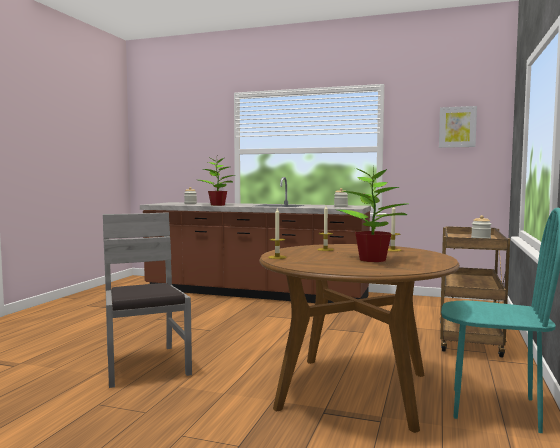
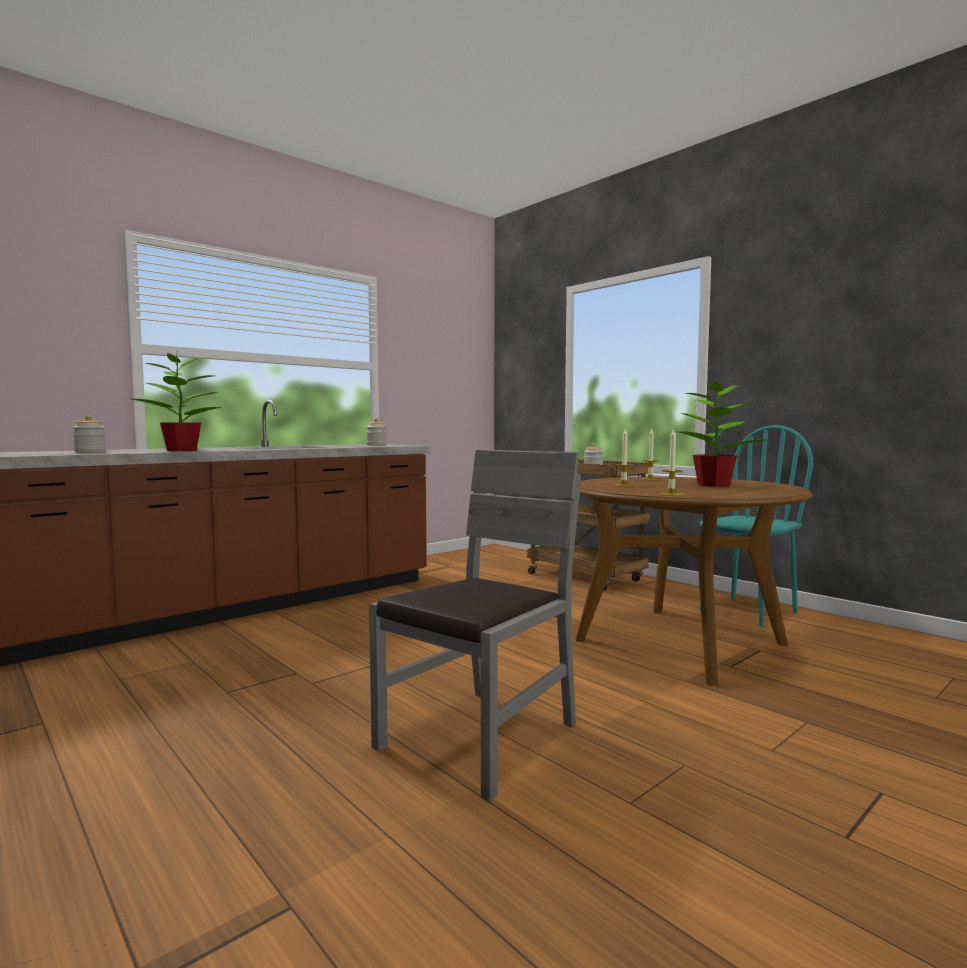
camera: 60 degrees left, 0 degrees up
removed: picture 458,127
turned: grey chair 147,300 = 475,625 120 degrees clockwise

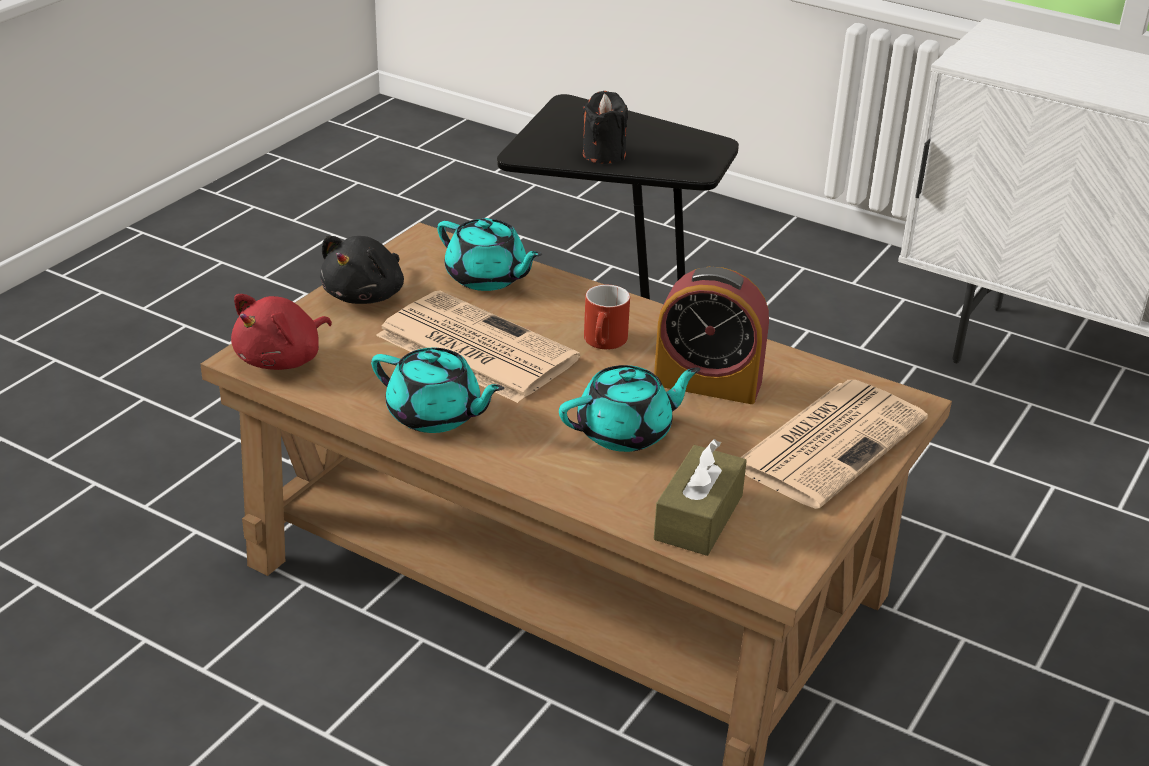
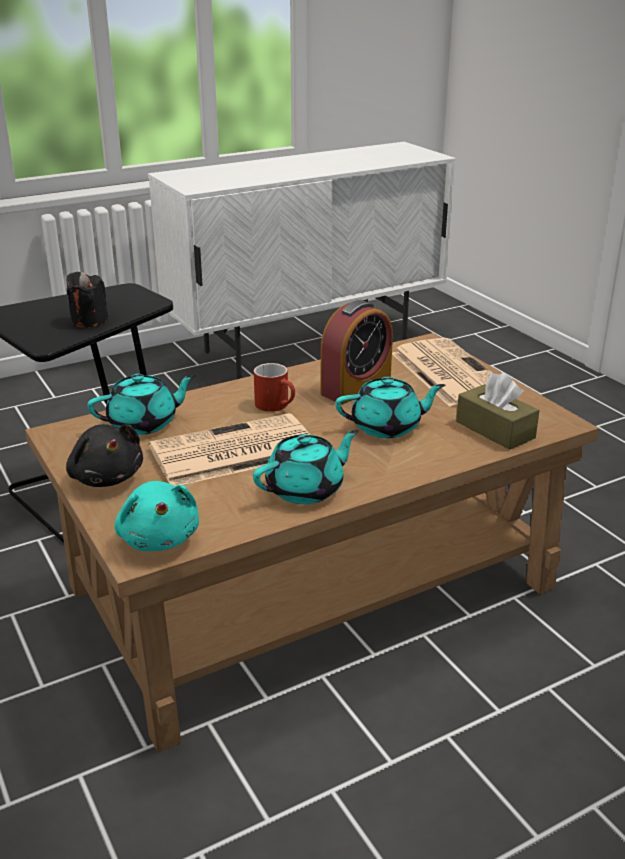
camera: 60 degrees left, 5 degrees down
recoloured: red plush toy 281,332 to turquoise plush toy 156,516
turned: turquoise teapot 629,408 = 390,407 75 degrees clockwise

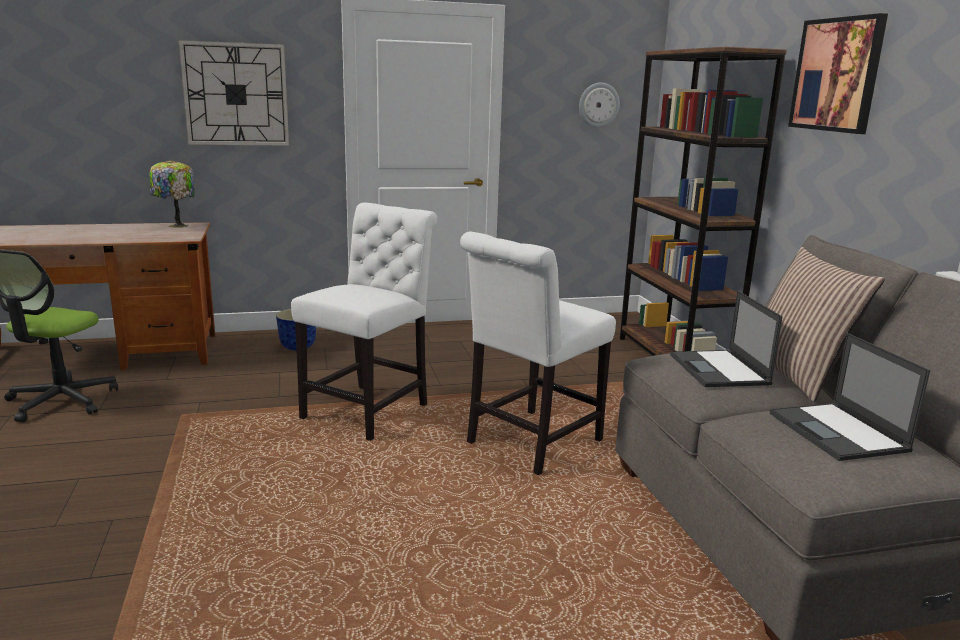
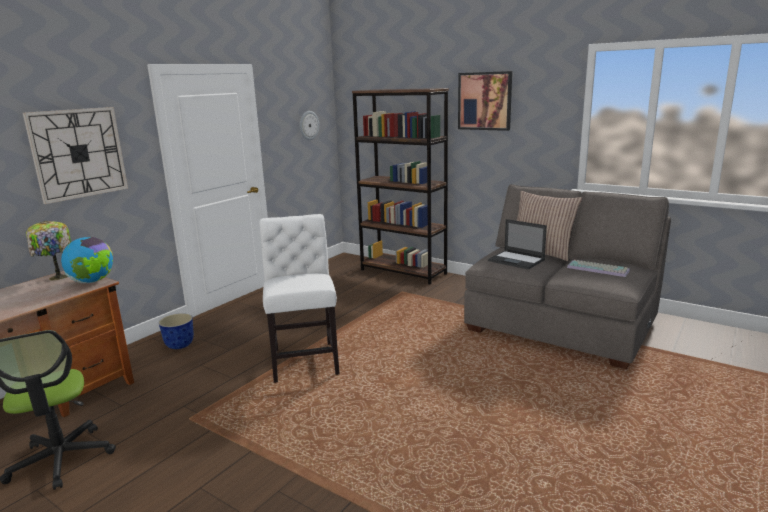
camera: 40 degrees left, 0 degrees up
removed: white chair 538,353
added: globe 87,260
replaced: laptop 850,397 to keyboard 598,268

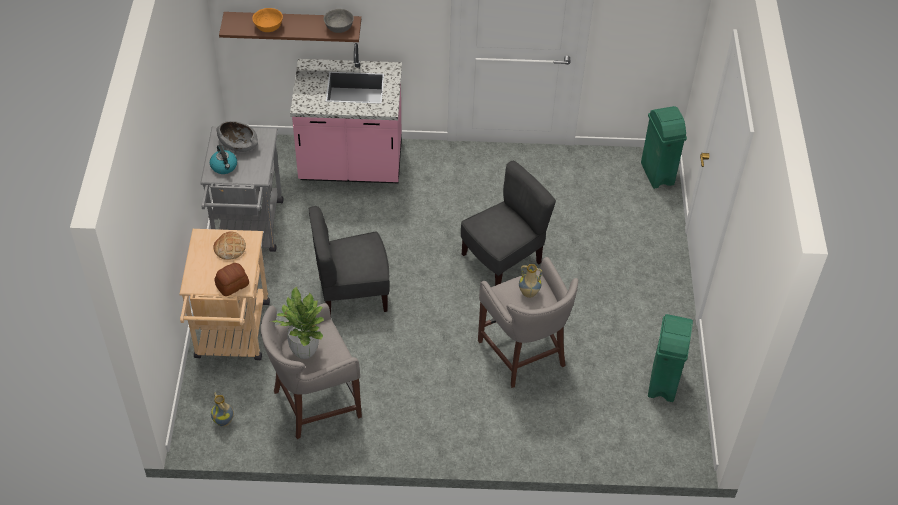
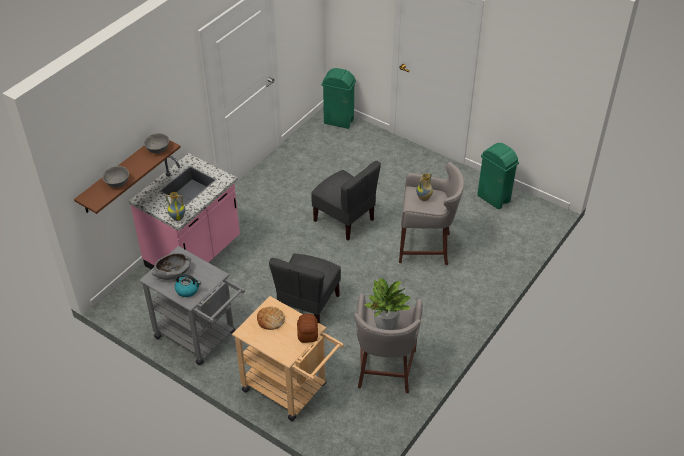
camera: 55 degrees left, 5 degrees down
moved: vase 222,410 to 176,206
recoloured: orange bowl 267,20 to grey bowl 115,177
turned: grey chair 508,223 = 346,200 135 degrees clockwise

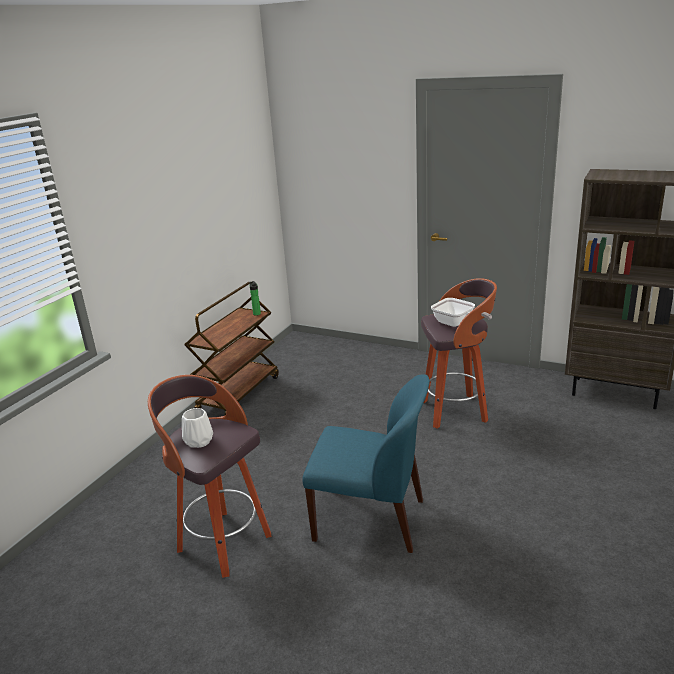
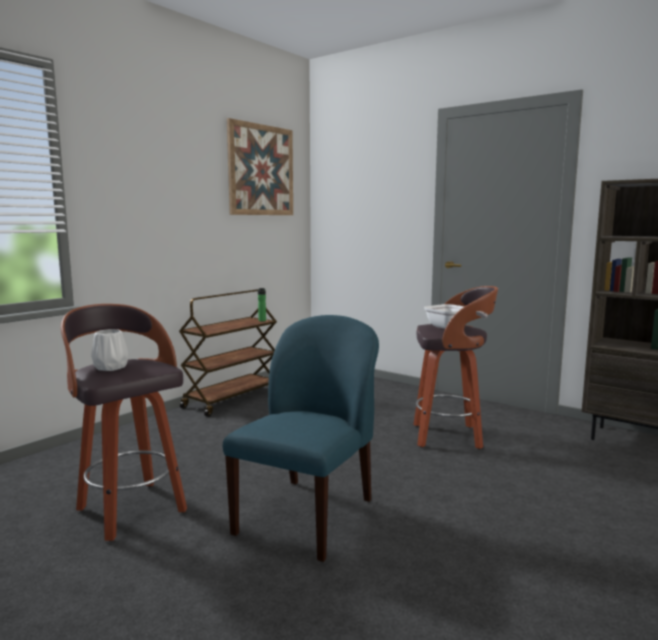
camera: 10 degrees right, 15 degrees down
added: picture 260,166
turned: blue chair 366,463 = 300,438 90 degrees counterclockwise

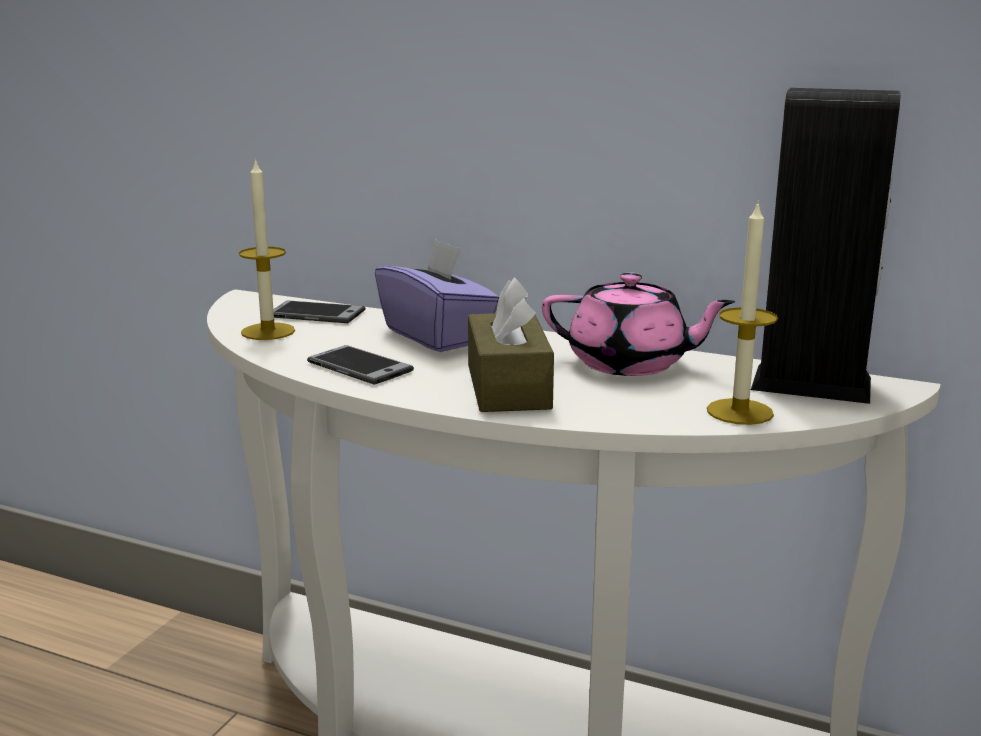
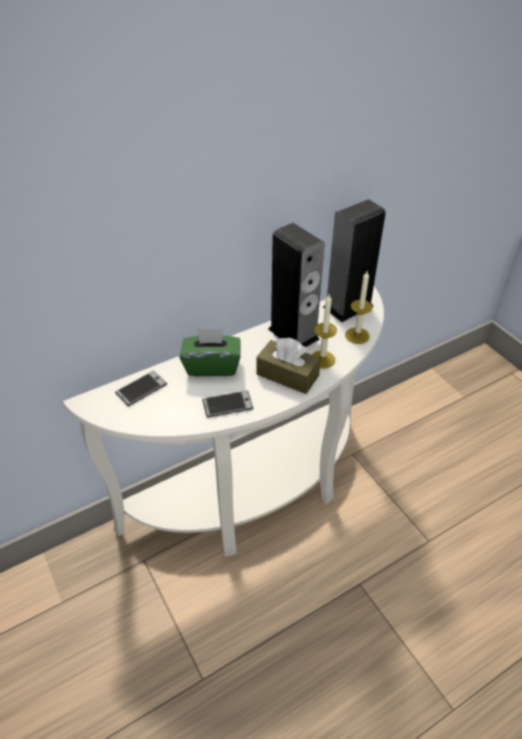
camera: 55 degrees left, 25 degrees up
moved: candle 267,249 to 324,331
replaced: pink teapot 639,324 to speaker 296,285
recoloured: purple tissue box 437,295 to green tissue box 209,352

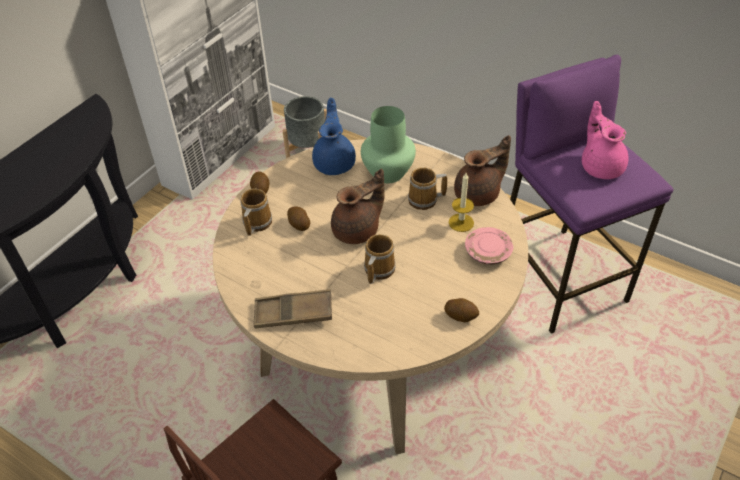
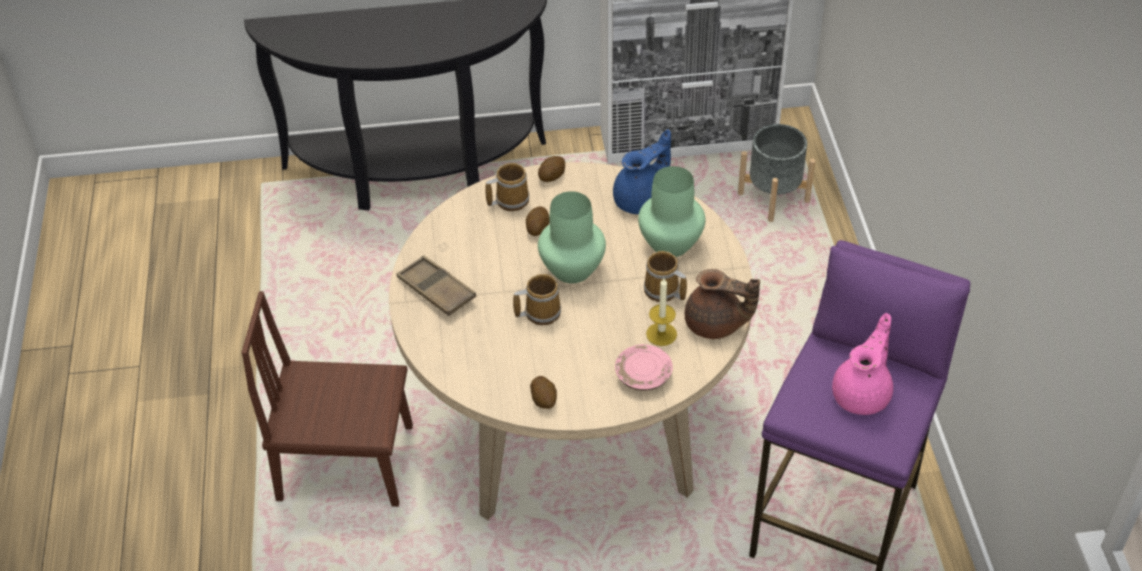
camera: 50 degrees right, 0 degrees up
replaced: brown teapot 358,206 to green vase 572,237

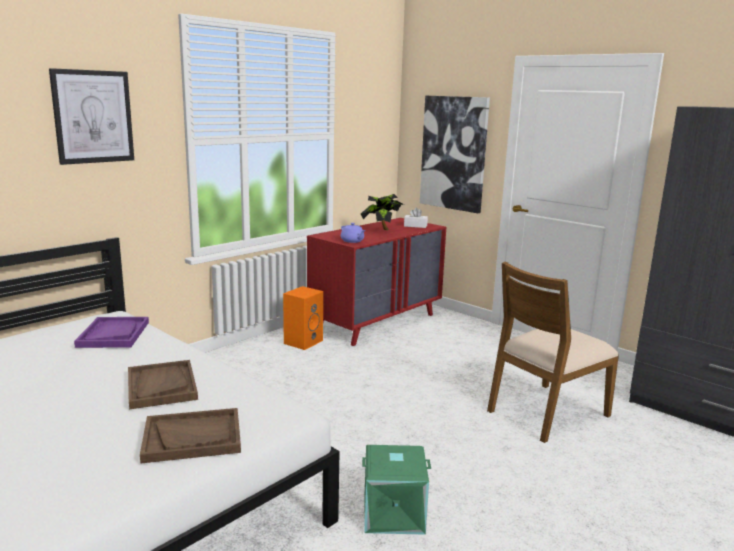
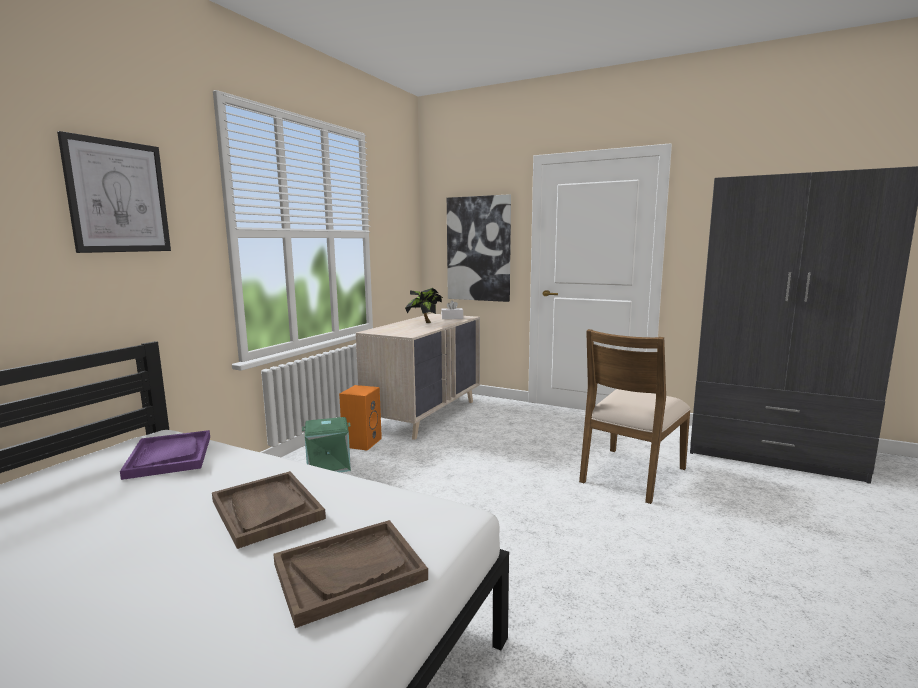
camera: 15 degrees left, 5 degrees down
removed: purple teapot 353,233
moved: green storage box 396,490 to 326,444
recoloured: red dresser 377,282 to beige dresser 418,377

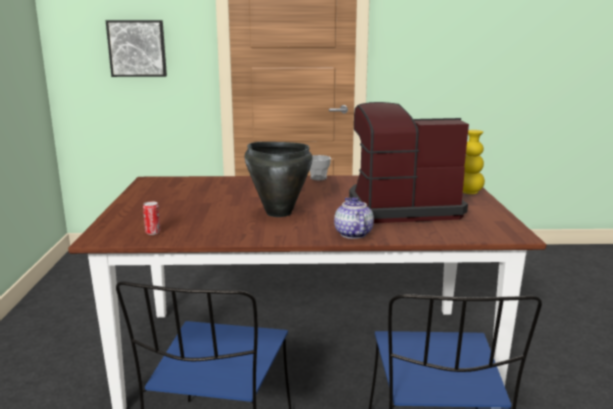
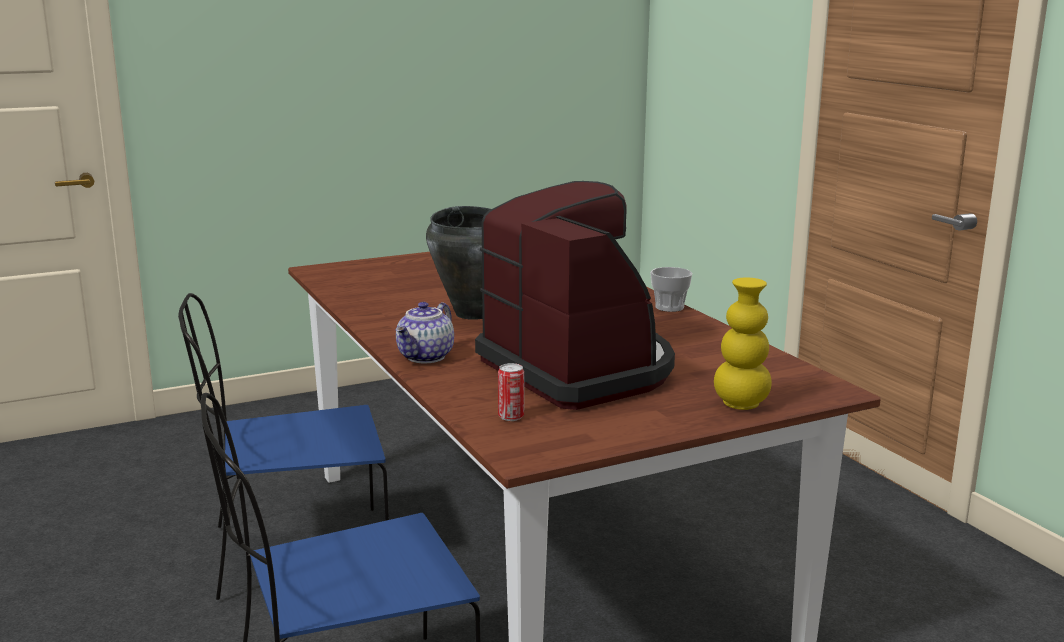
camera: 65 degrees right, 0 degrees up
removed: picture 136,48
moved: can 152,218 to 511,392
turned: teapot 354,218 = 425,332 150 degrees clockwise

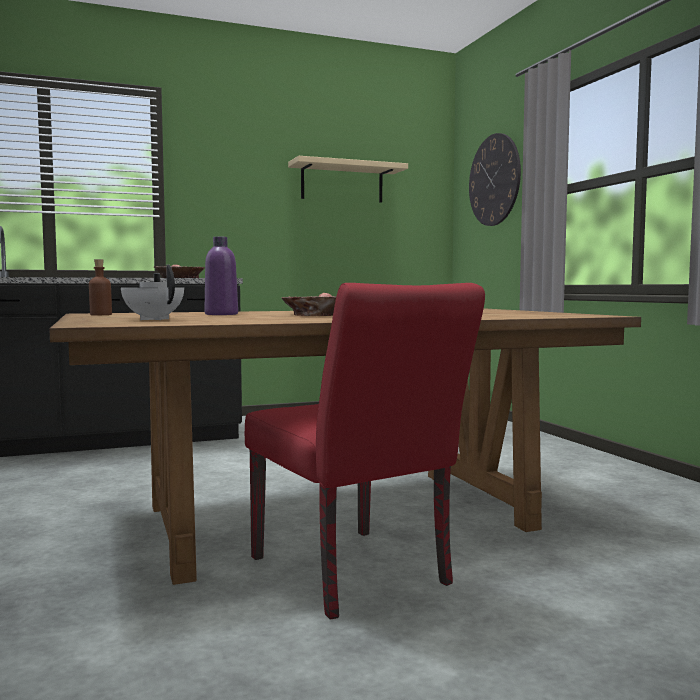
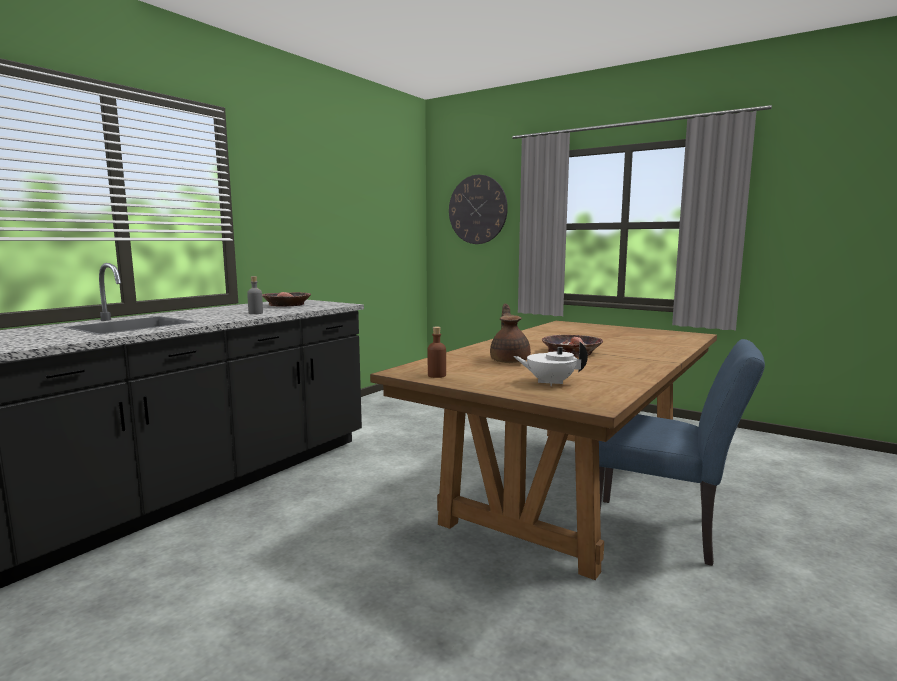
camera: 35 degrees left, 5 degrees up
removed: beige shelf 348,179
added: grey bottle 255,295
replaced: purple bottle 221,276 to brown teapot 510,333
recoloured: red chair 365,451 to blue chair 682,452

